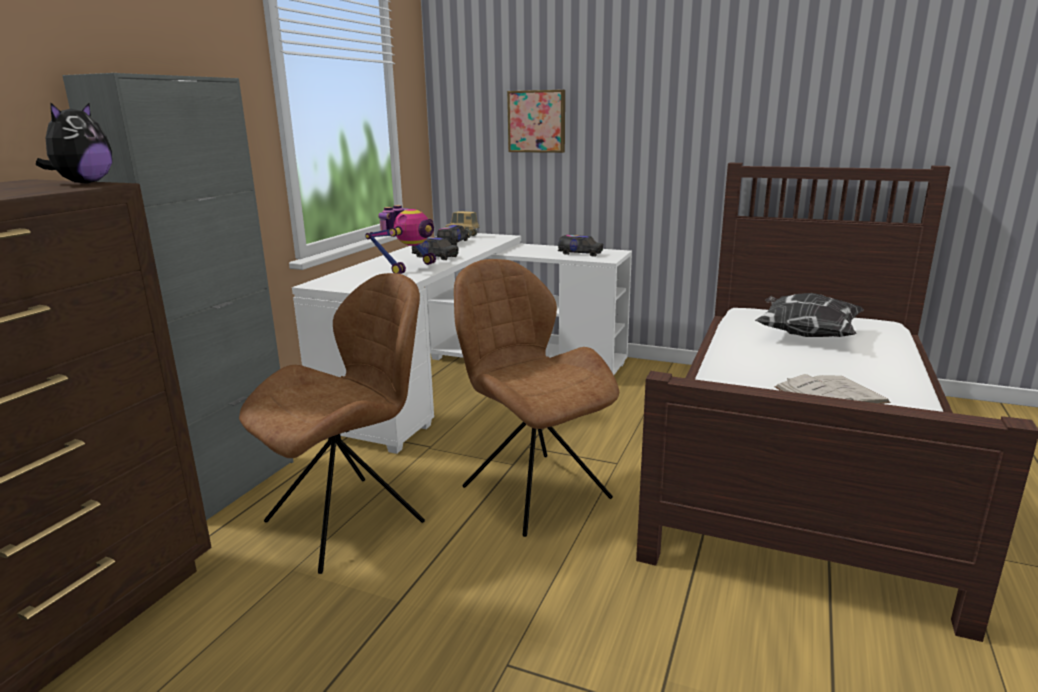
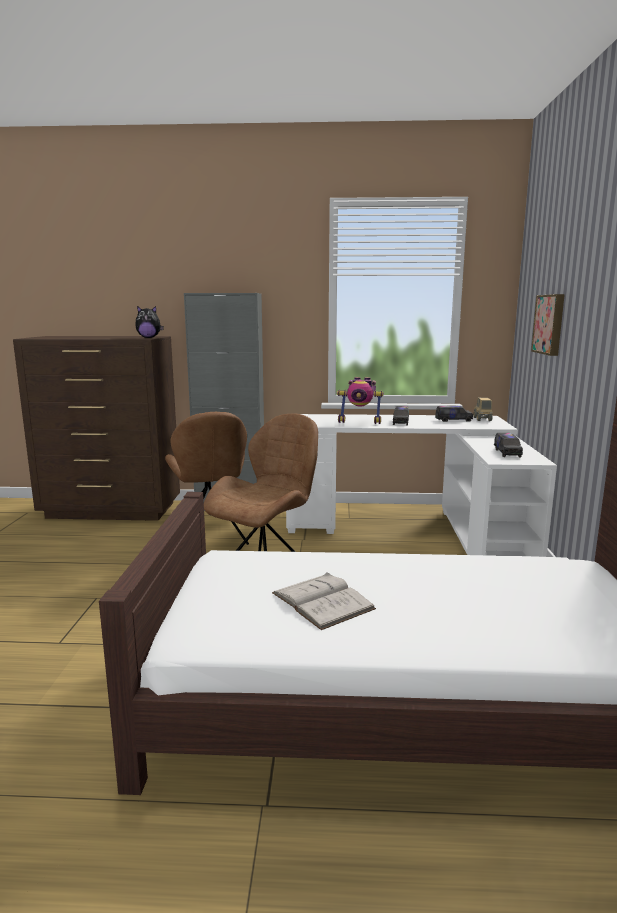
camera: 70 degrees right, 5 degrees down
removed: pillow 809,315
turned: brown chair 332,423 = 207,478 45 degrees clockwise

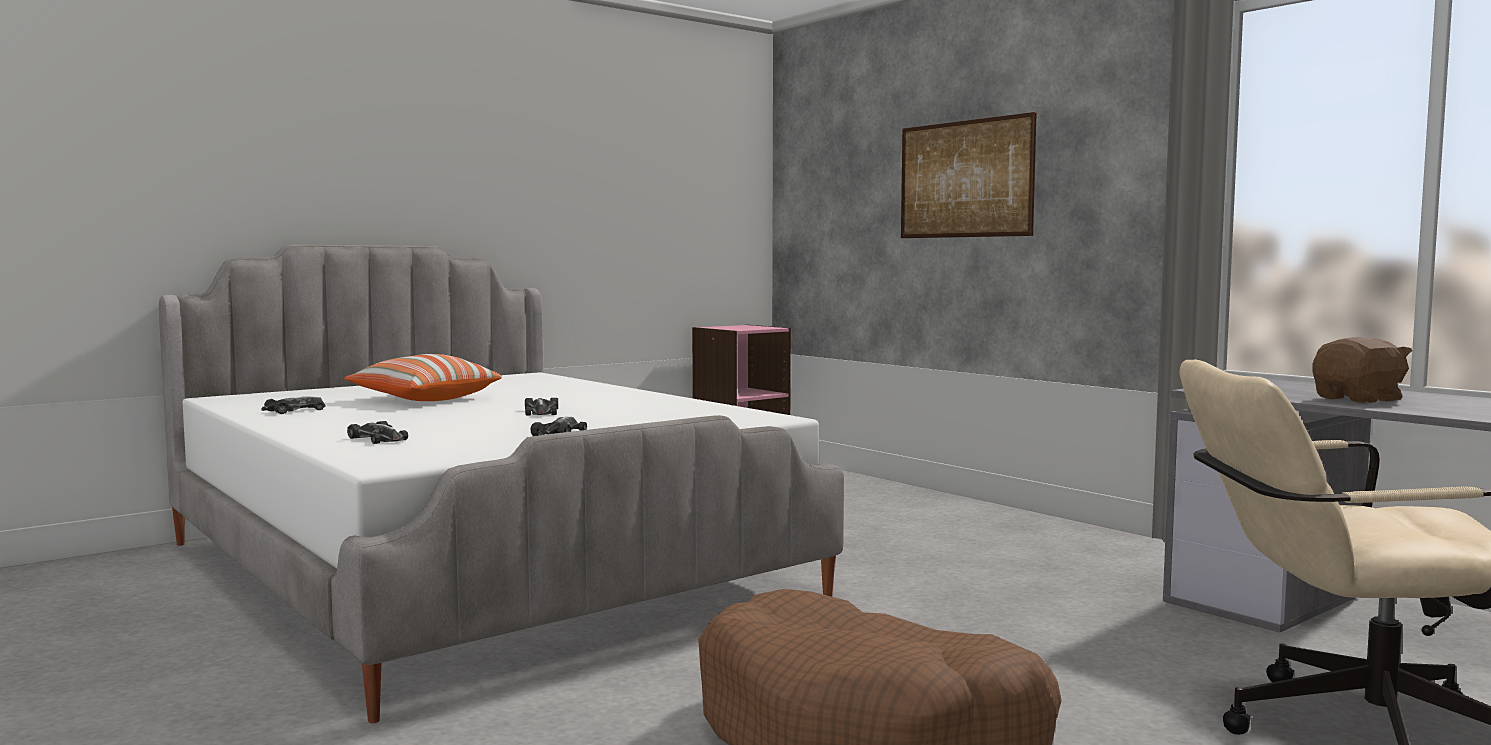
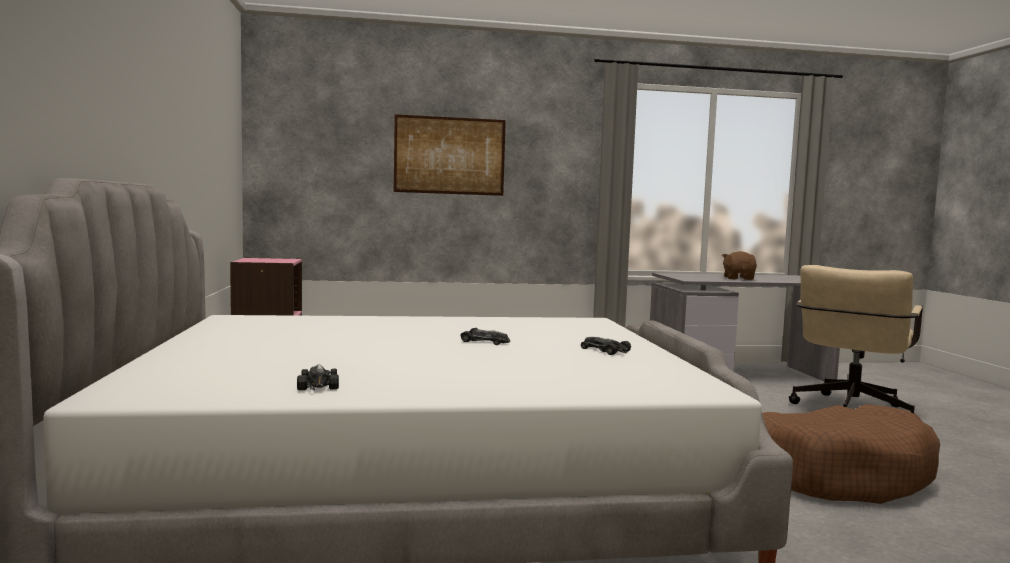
camera: 60 degrees left, 0 degrees up
removed: pillow 423,377; toy car 377,432

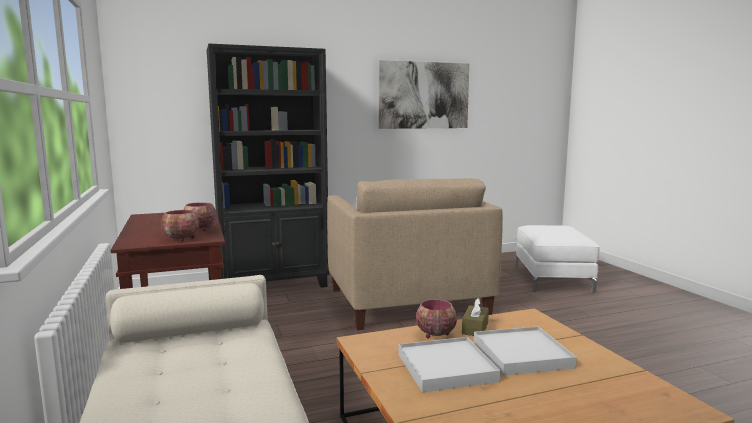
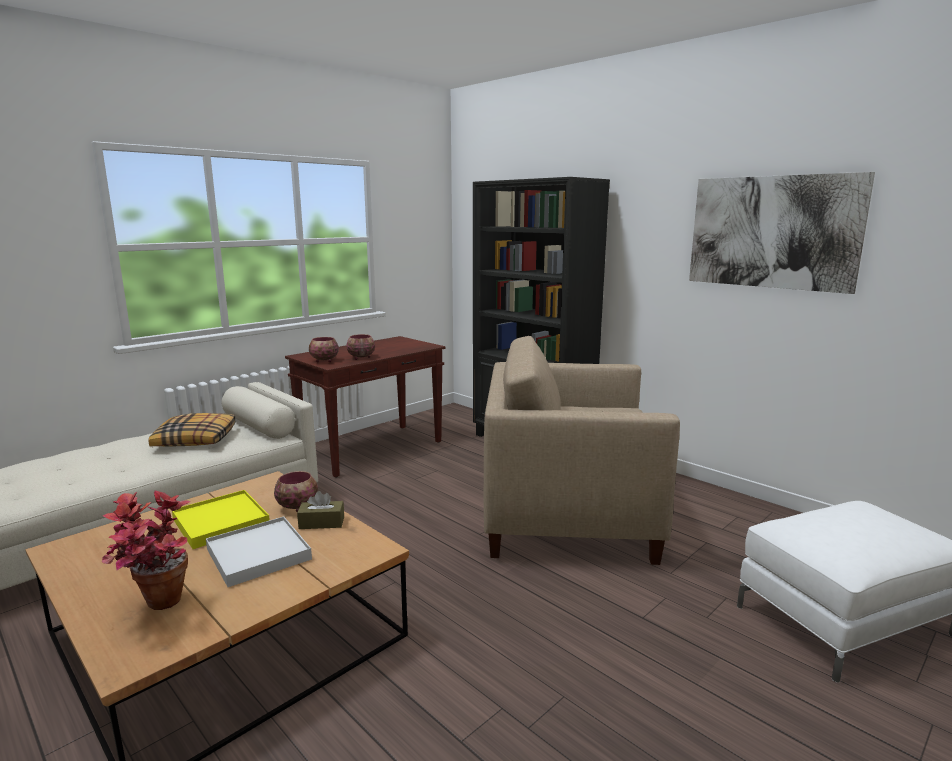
camera: 65 degrees right, 5 degrees up
added: potted plant 145,550; pillow 192,430
recoloured: white tray 449,364 to yellow tray 221,519
turned: beige armchair 415,254 = 582,450 45 degrees clockwise

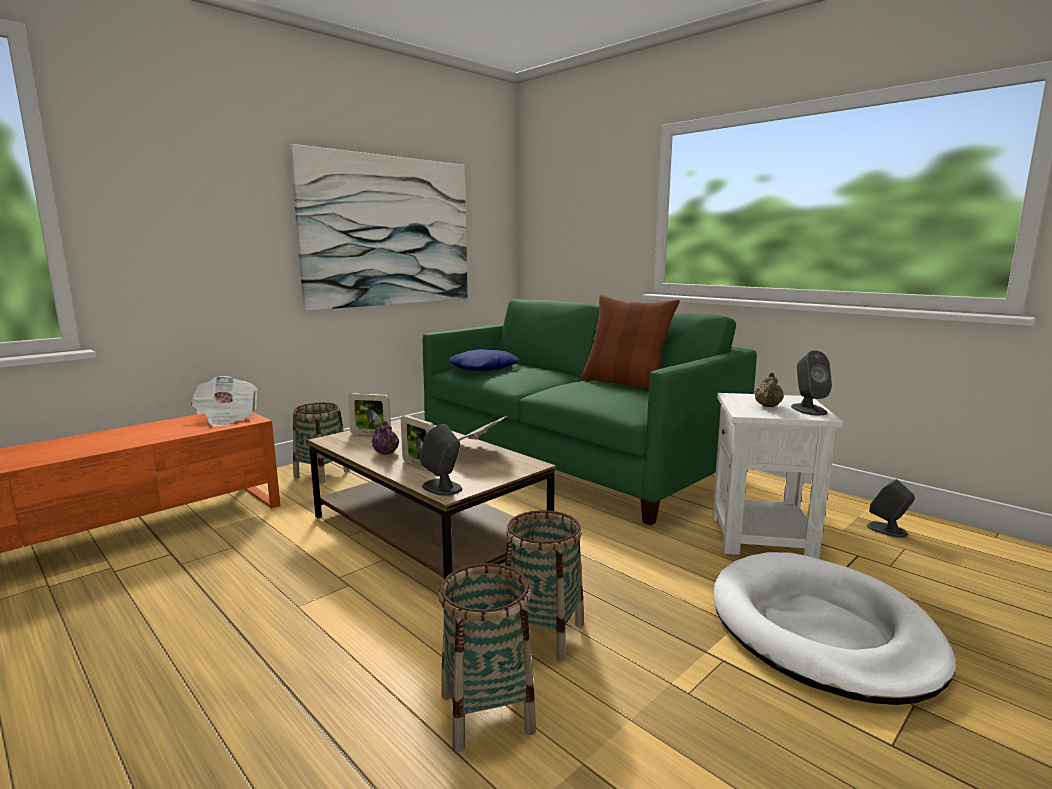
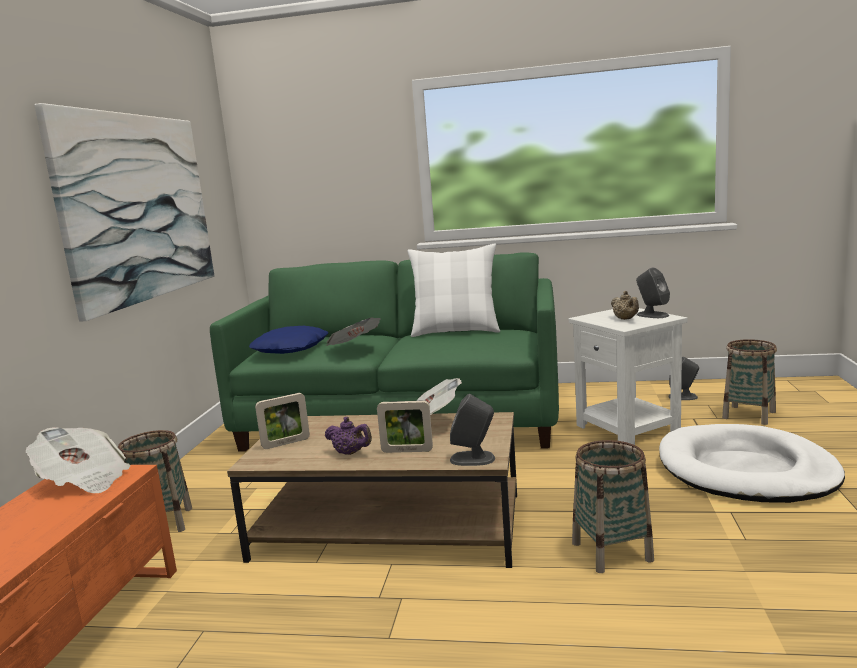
camera: 35 degrees left, 0 degrees up
added: newspaper 352,331
moved: basket 487,657 to 749,382
recoloured: brown pillow 630,343 to white pillow 453,290

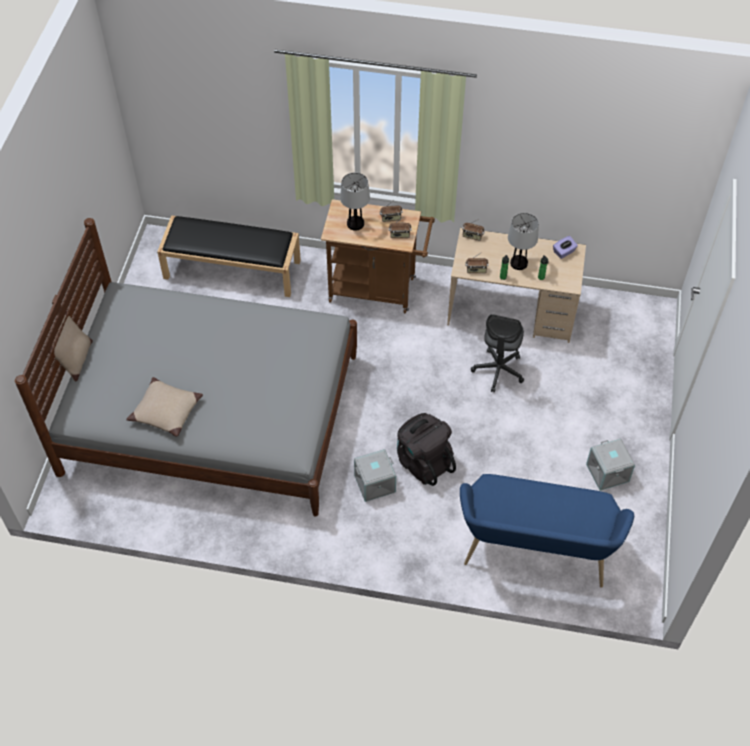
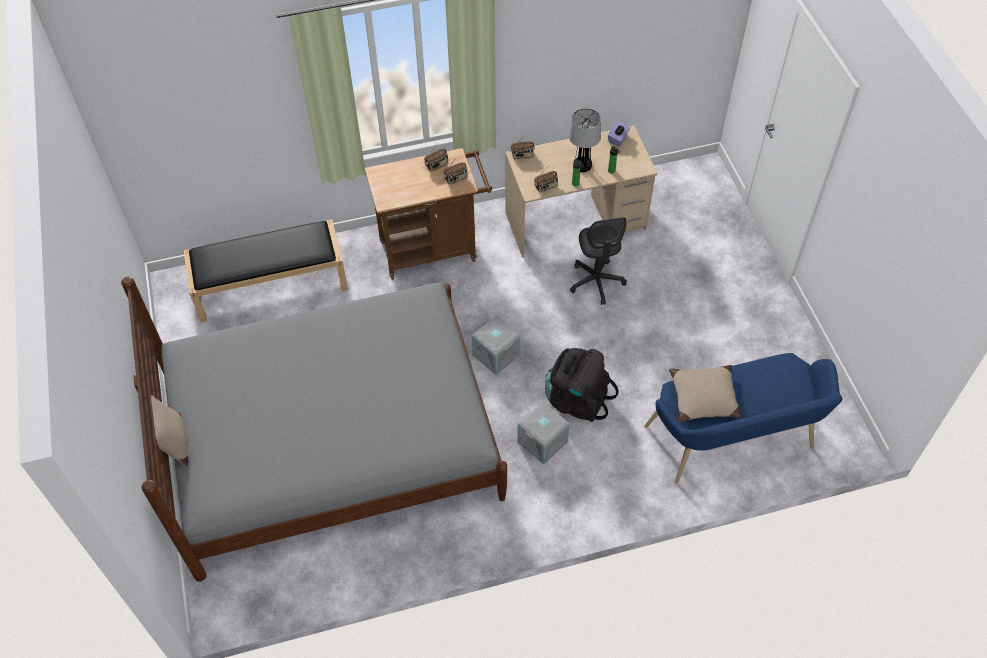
camera: 25 degrees left, 0 degrees up
removed: table lamp 355,202
moved: beige pillow 164,407 to 705,393; grey storage box 610,464 to 496,345

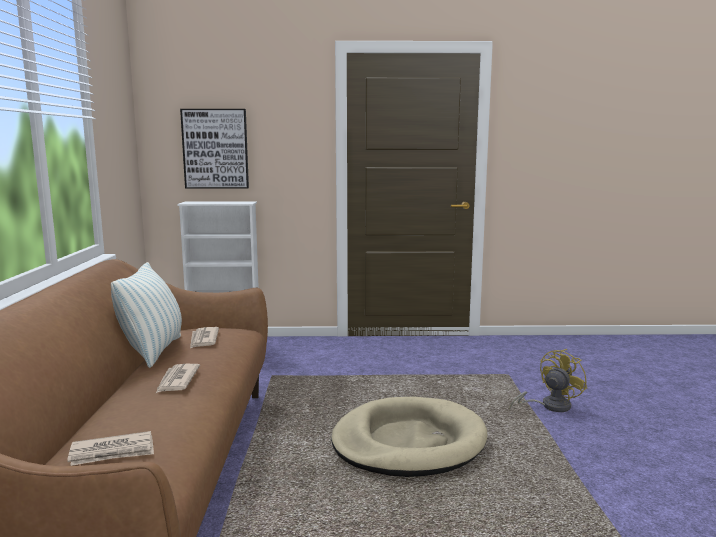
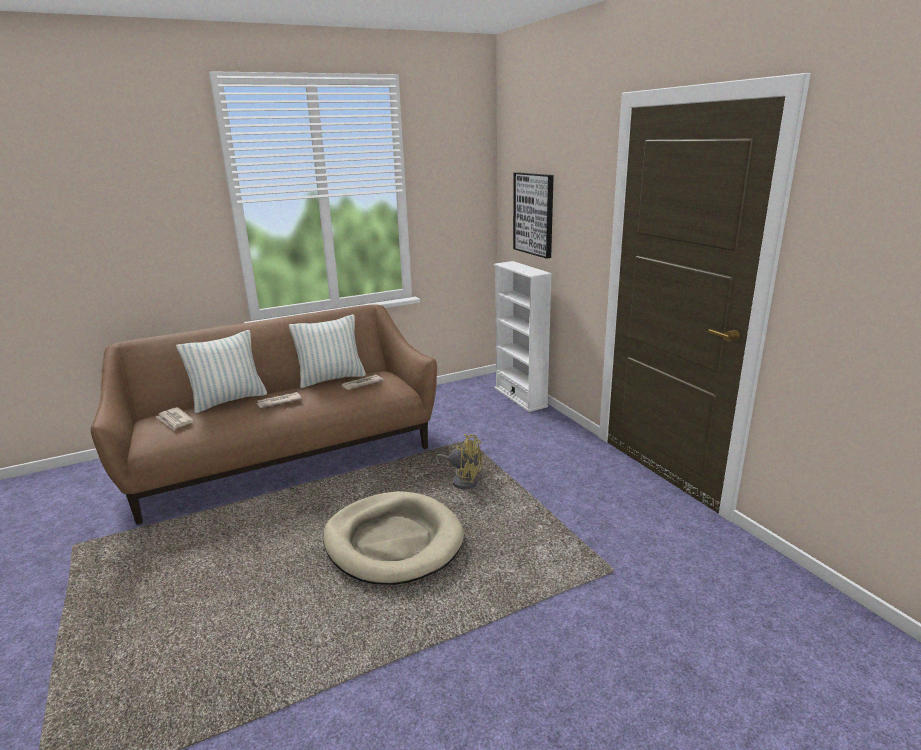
camera: 65 degrees right, 10 degrees up
added: pillow 221,372
moved: yellow fan 548,380 to 459,461

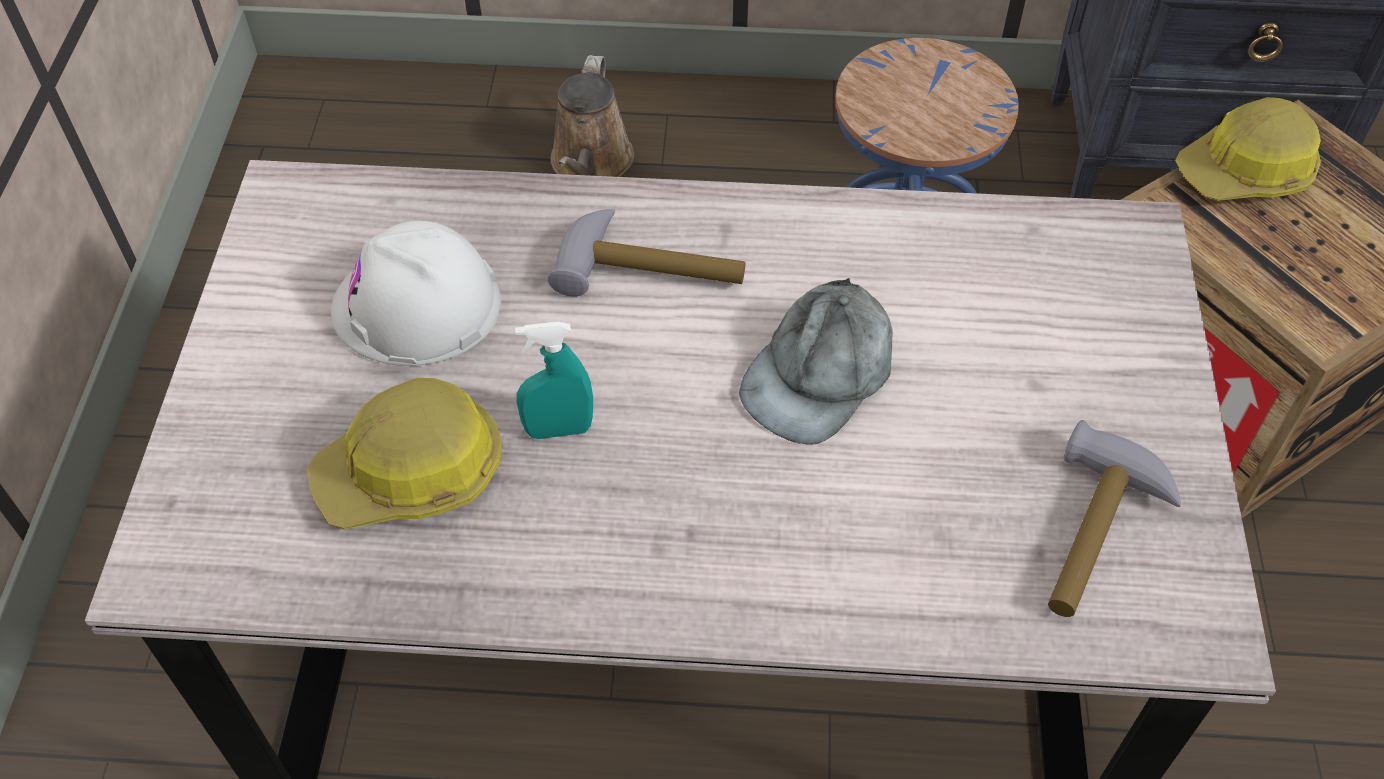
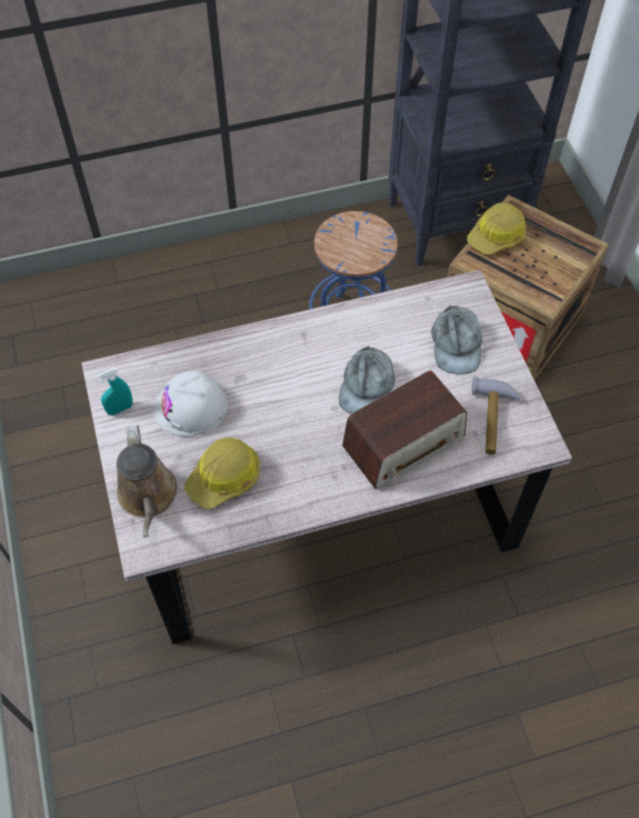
camera: 20 degrees left, 5 degrees up
removed: hammer 646,252
added: radio 404,429; grey cap 456,339
moved: turquoise spray bottle 554,380 to 115,391; brown watering can 592,116 to 146,481

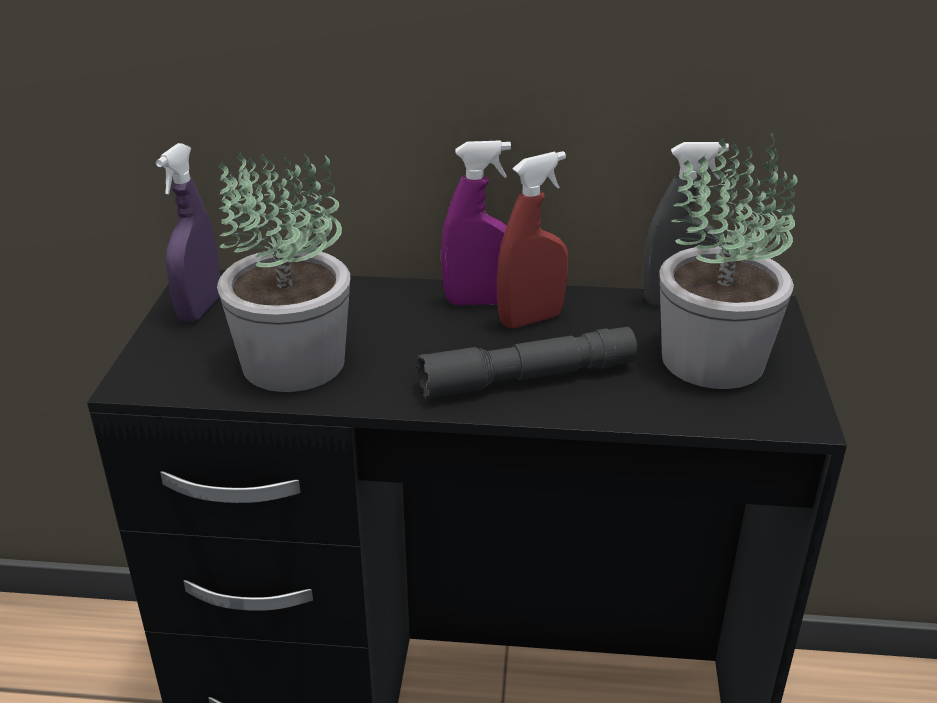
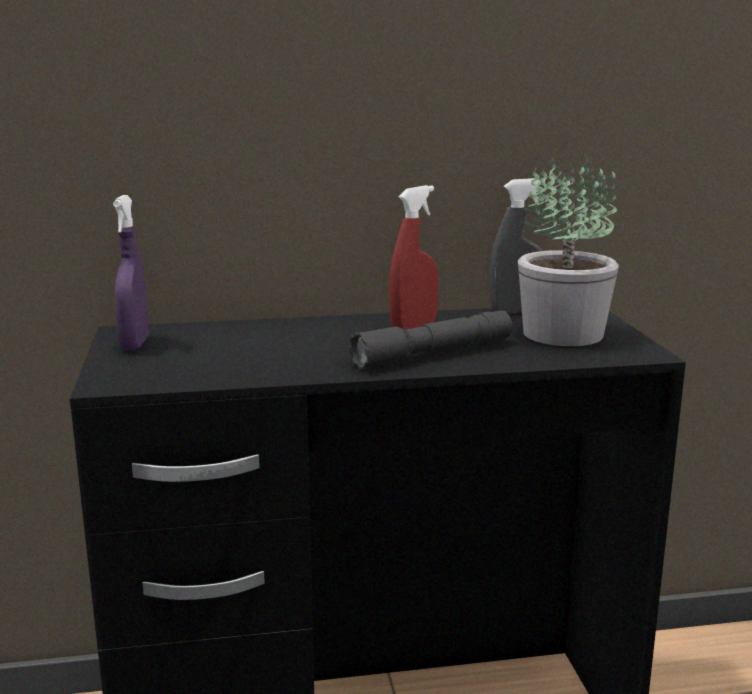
camera: 15 degrees left, 15 degrees down
removed: potted plant 283,272; purple spray bottle 476,222

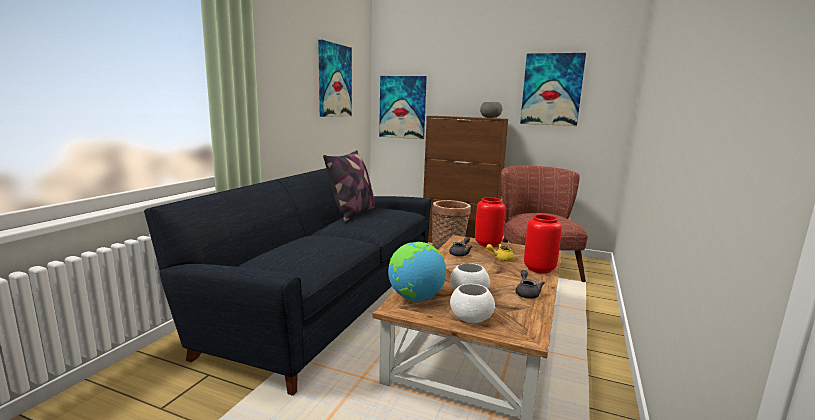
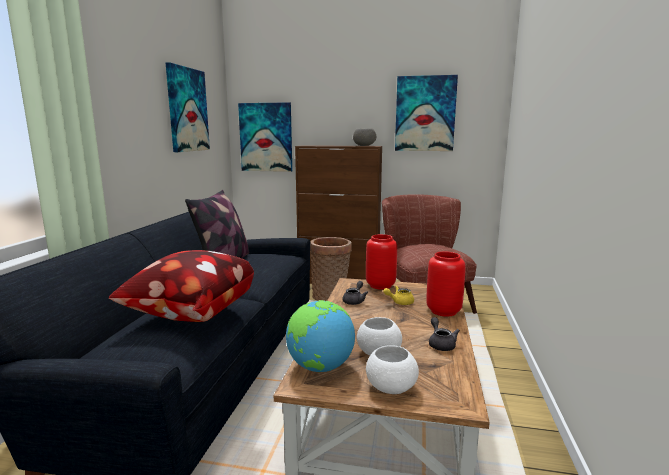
camera: 10 degrees left, 0 degrees up
added: pillow 181,286

